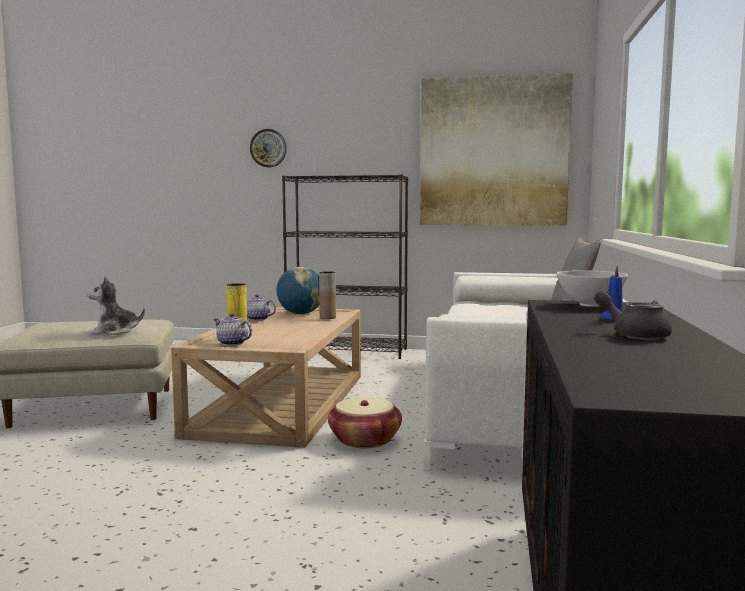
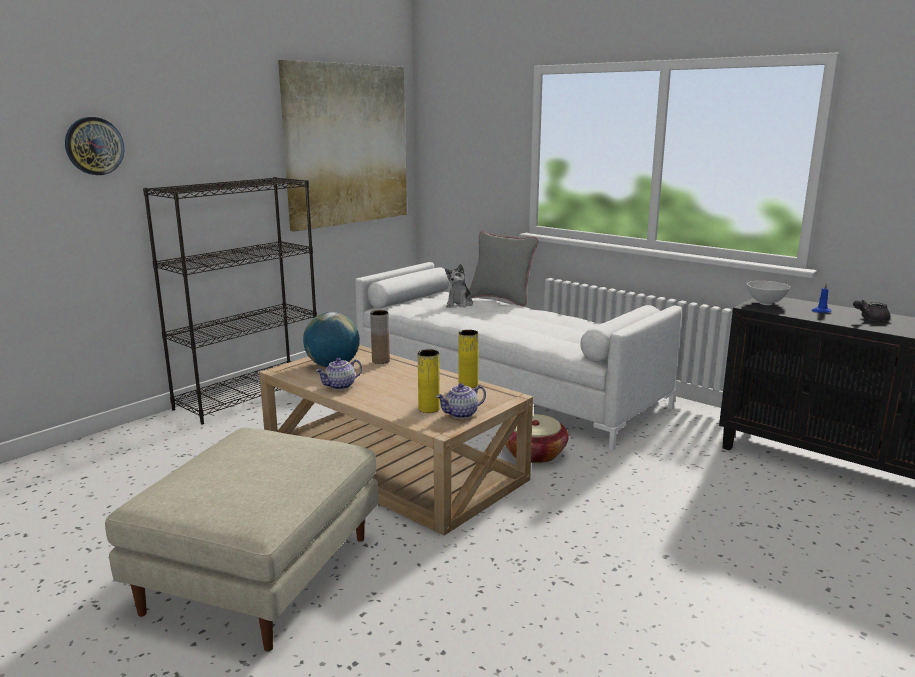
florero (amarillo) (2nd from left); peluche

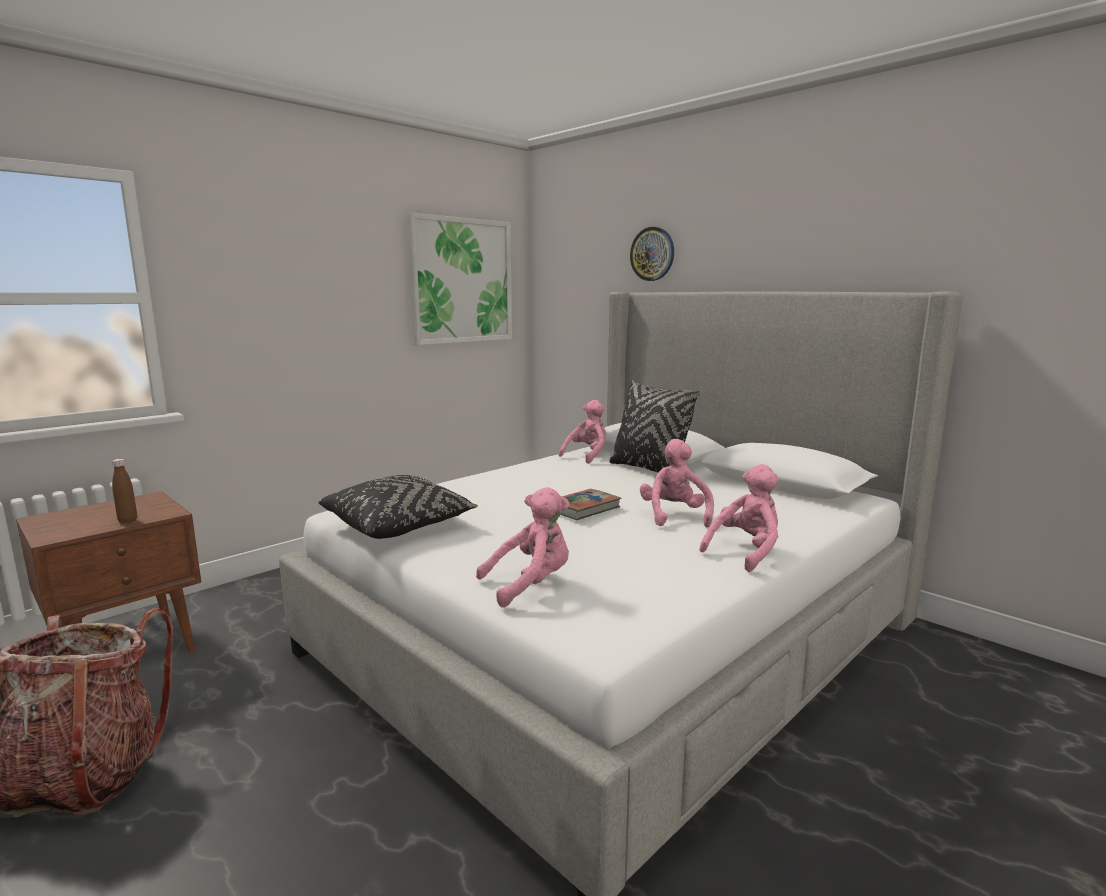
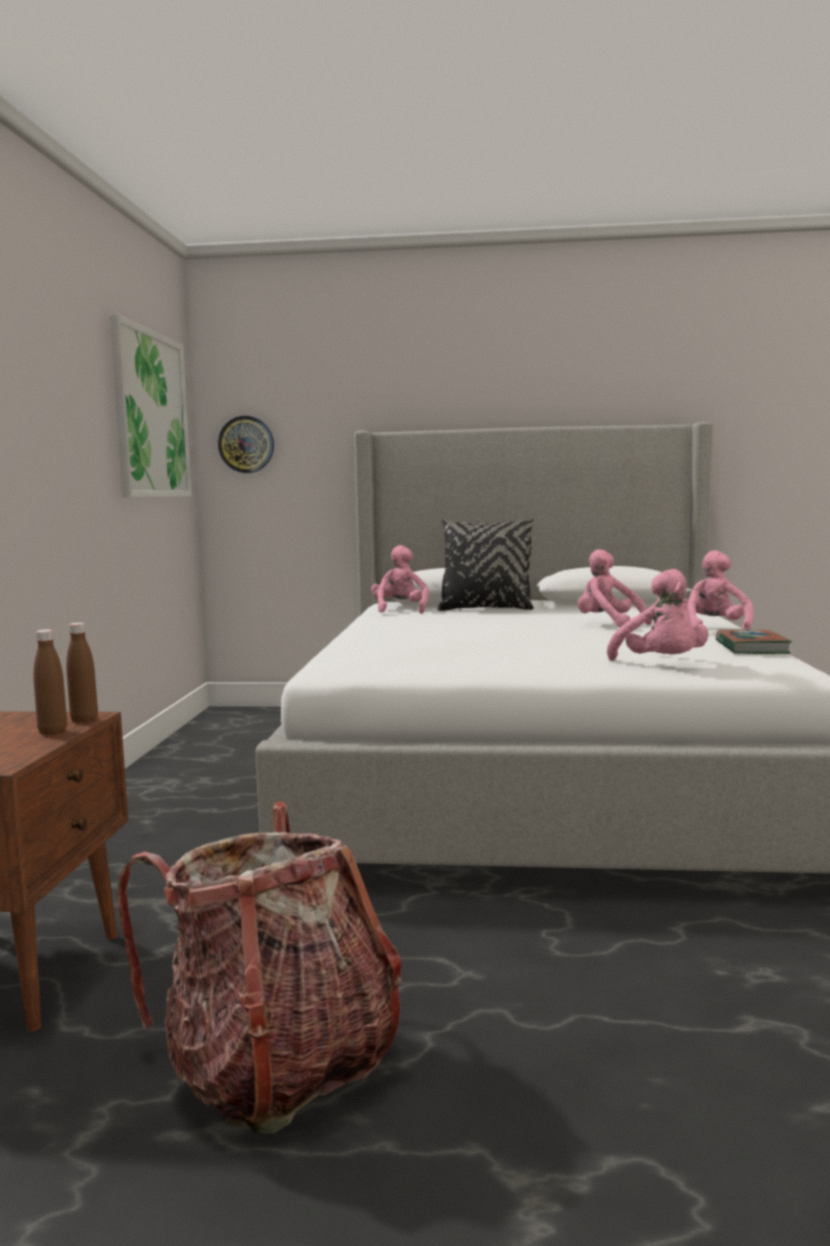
cojín (negro) (1st from left in the first image); botella (marrón) (2nd from left); libro; reloj de pared; peluche (rosa) (3rd from left)

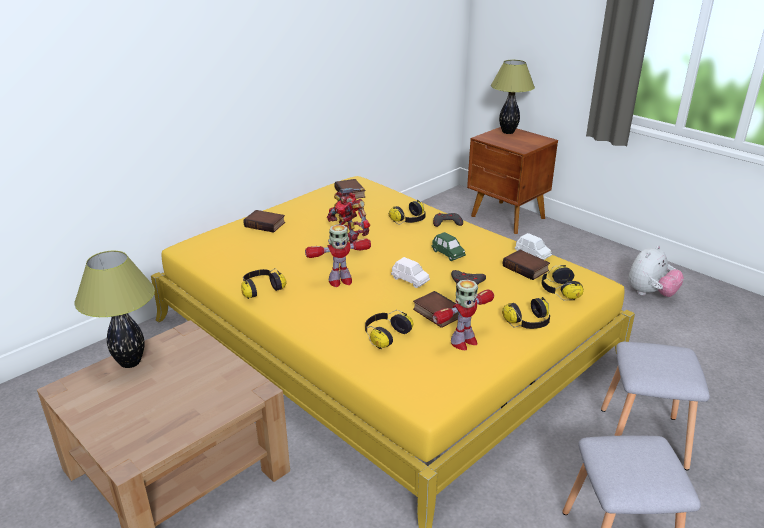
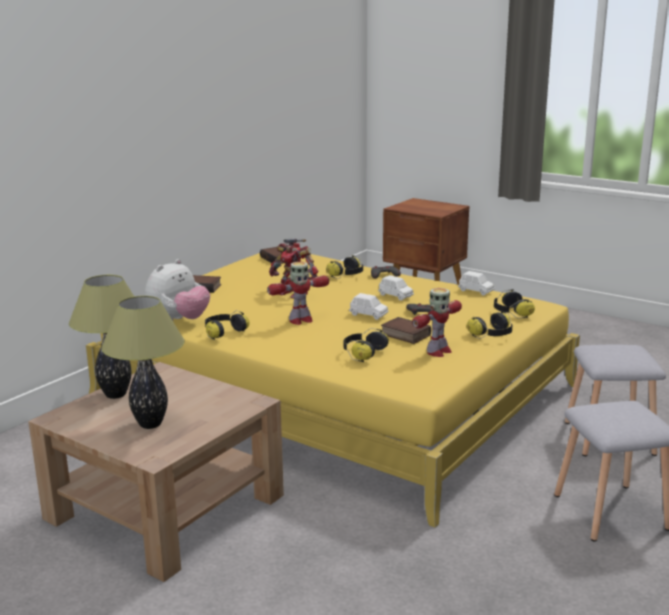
libro (4th from left in the first image); lámpara de mesa (2nd from left); peluche; coche de juguete (blanco) (2nd from left)

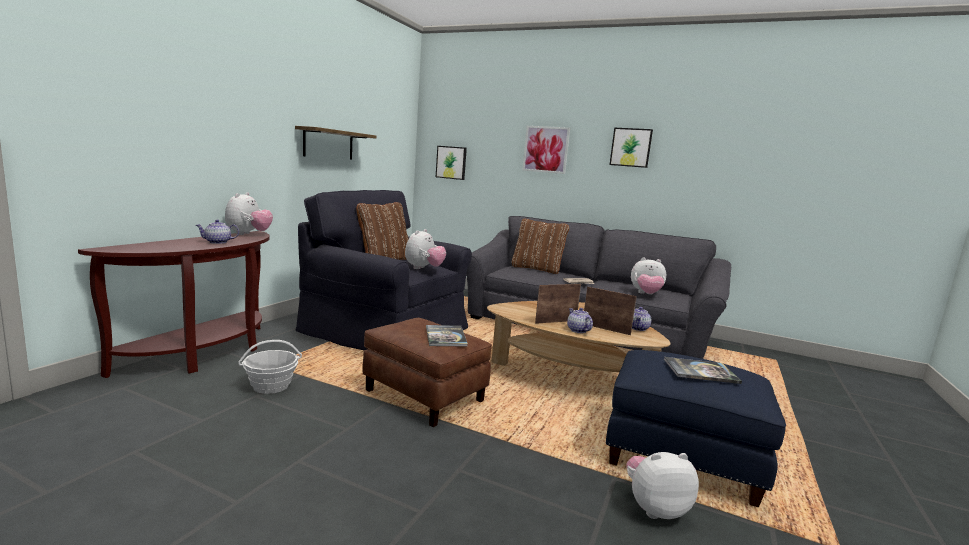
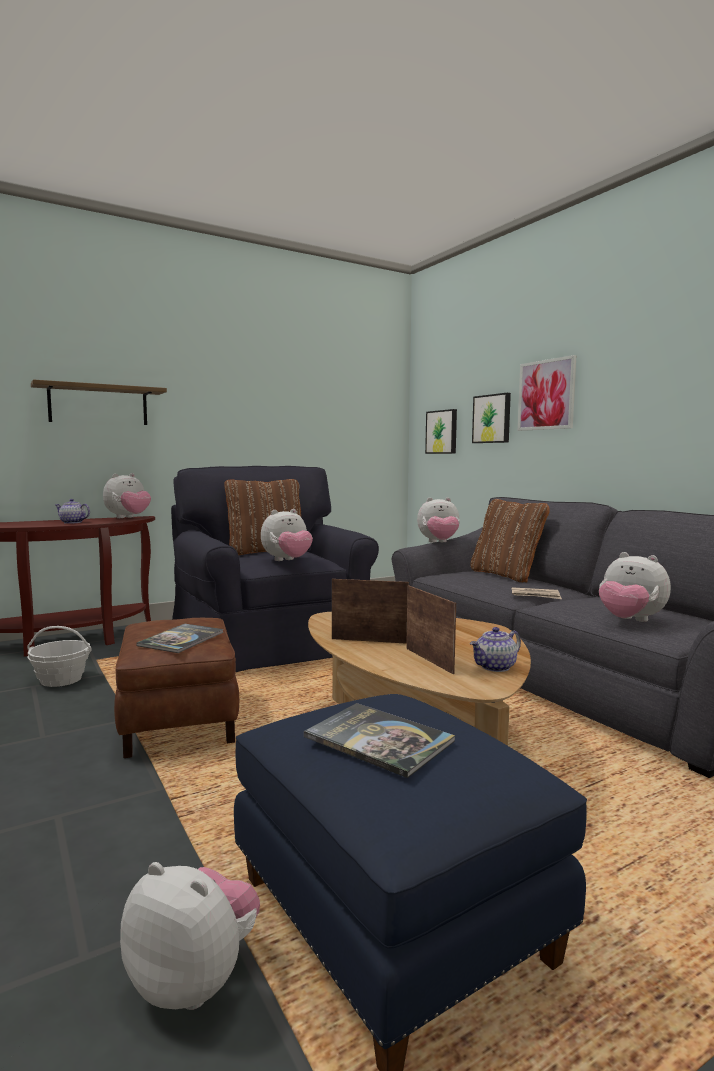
tetera (2nd from left in the first image); peluche (4th from left); estante; cuadro (2nd from left)

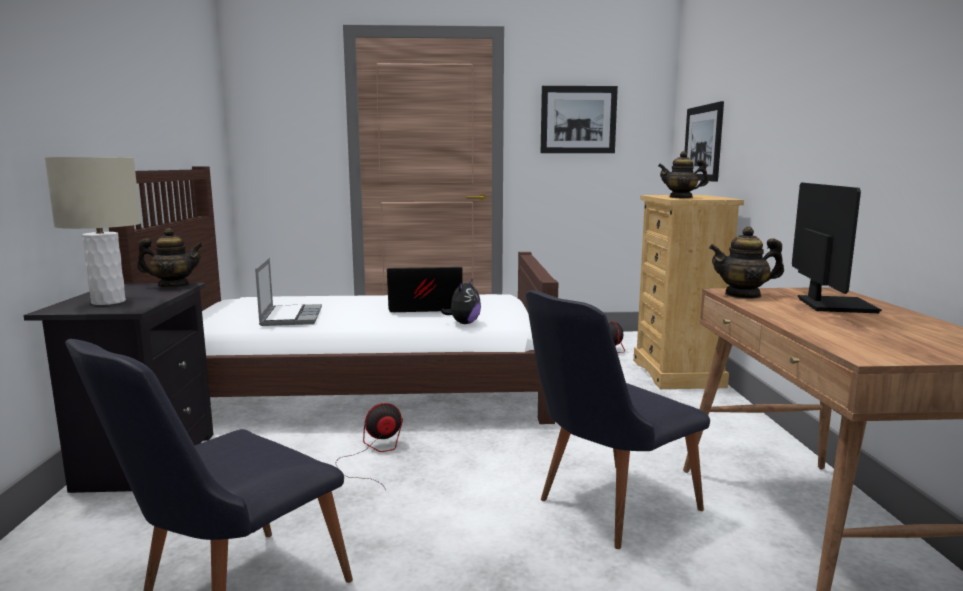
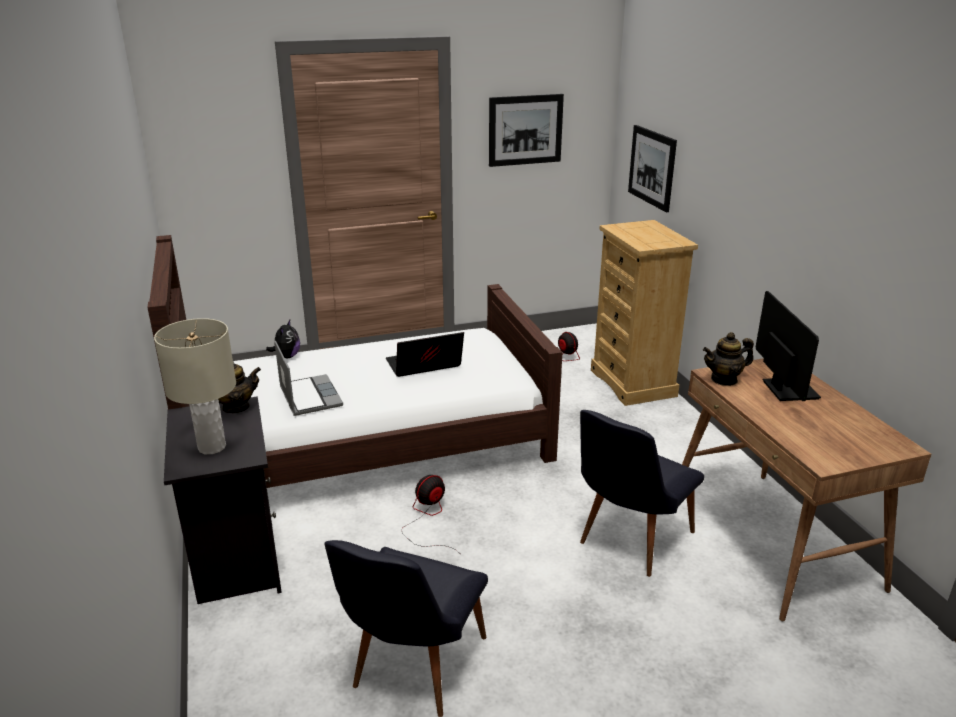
tetera (2nd from left in the first image); peluche

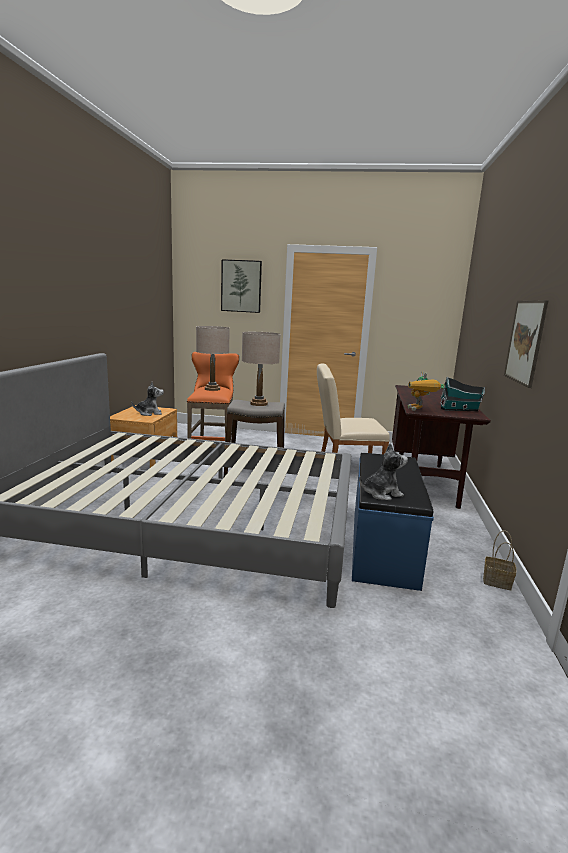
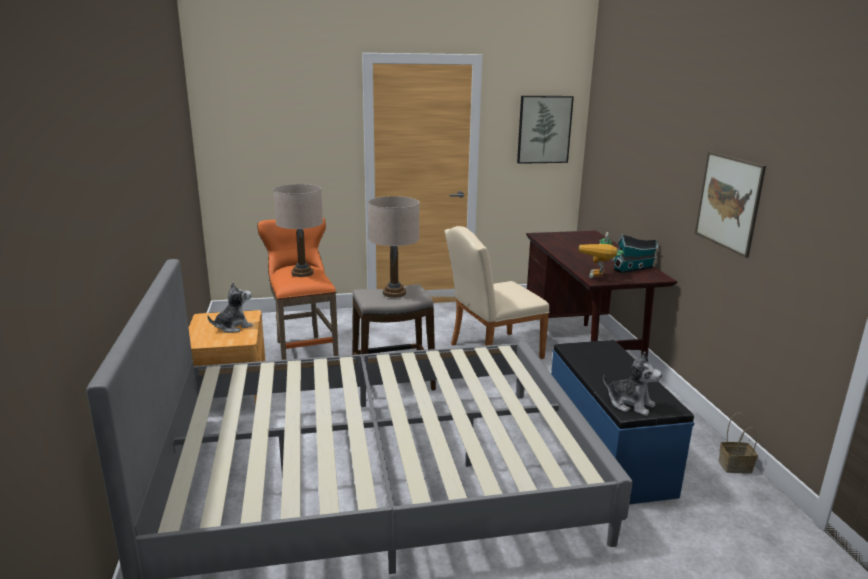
cuadro (1st from left); peluche (2nd from left); robot de juguete

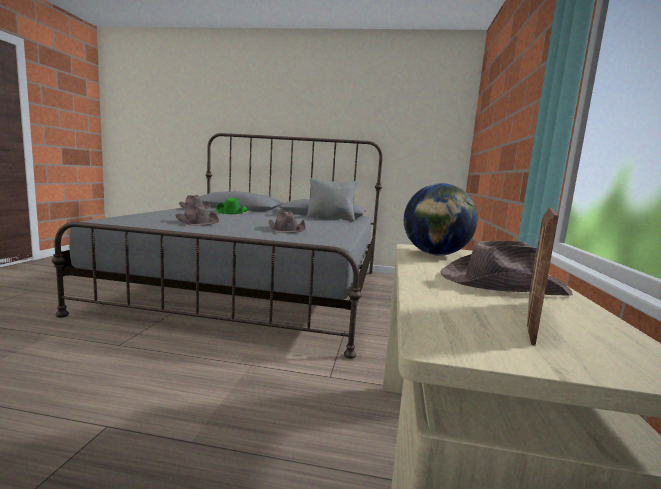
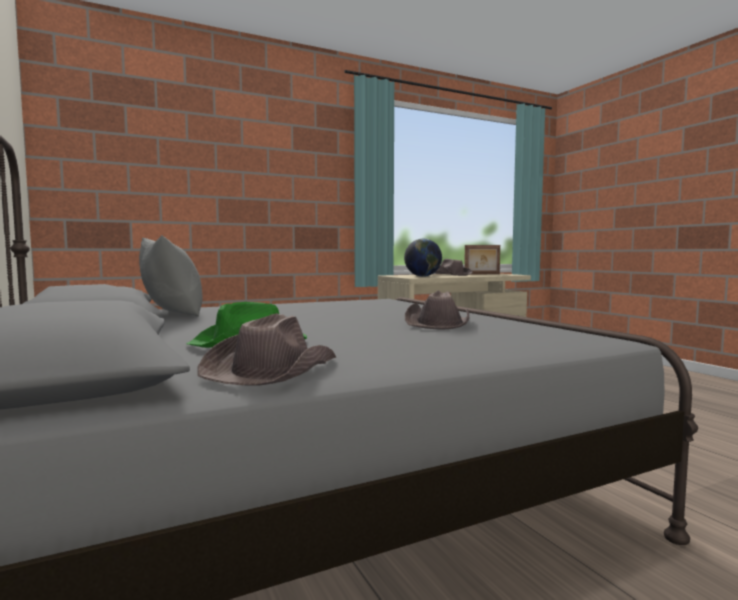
sombrero (marrón) (3rd from left in the first image)

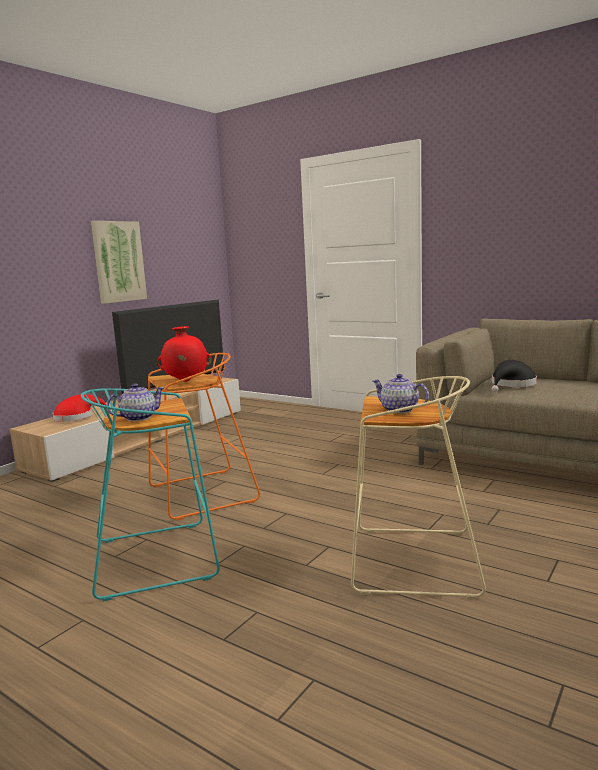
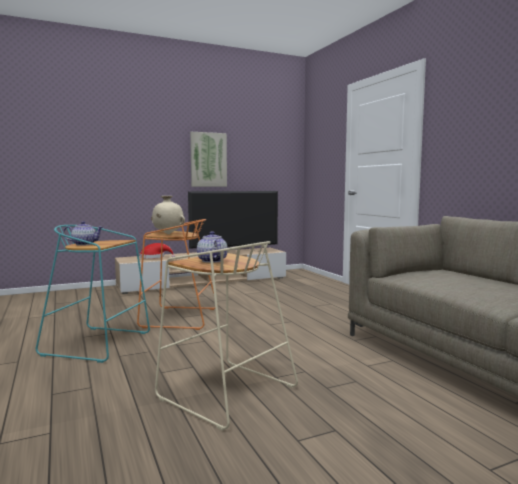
sombrero (negro); florero (beis)

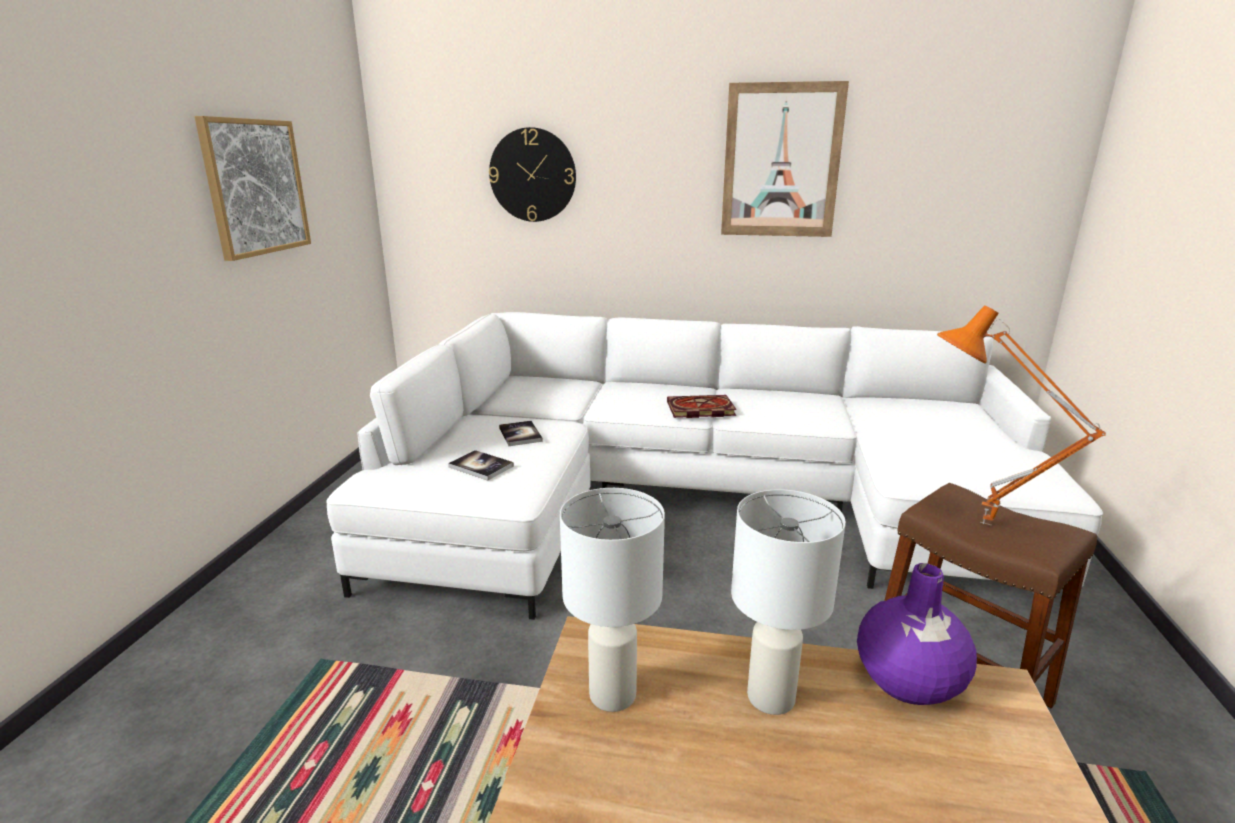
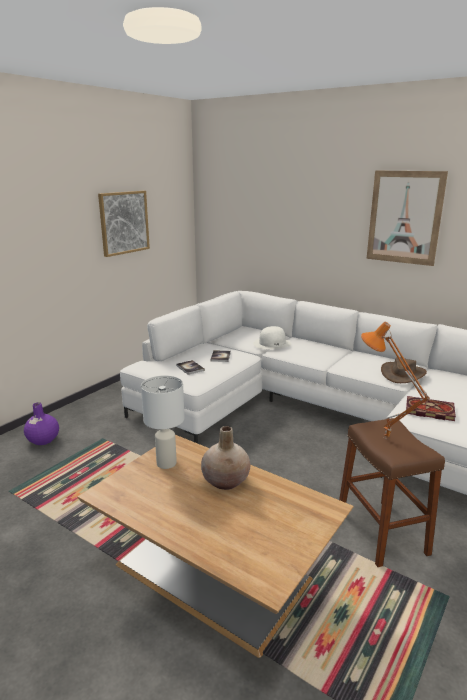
reloj de pared; sombrero (blanco); sombrero (marrón); libro (3rd from left); florero (morado); florero (beis)

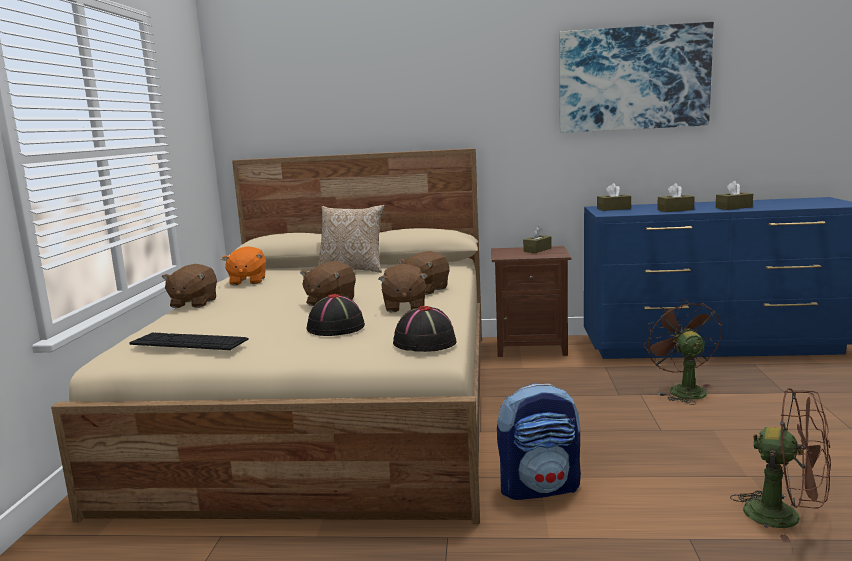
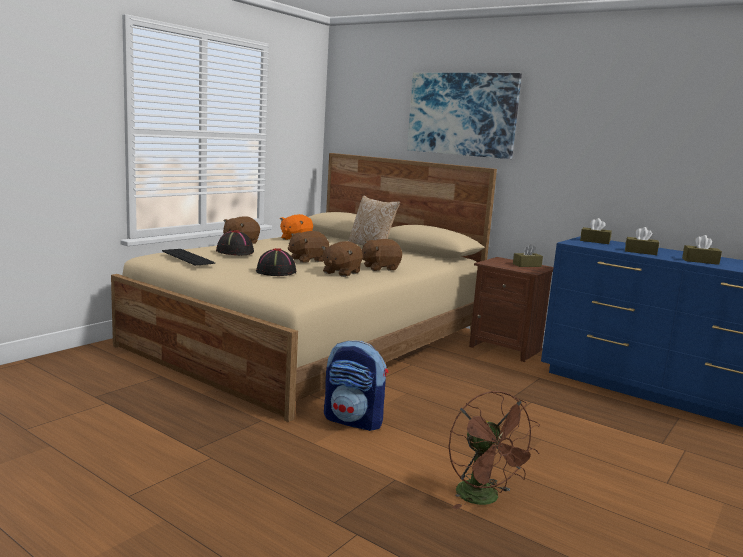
ventilador (marrón) (1st from left in the first image); sombrero (negro) (1st from left); cuadro

